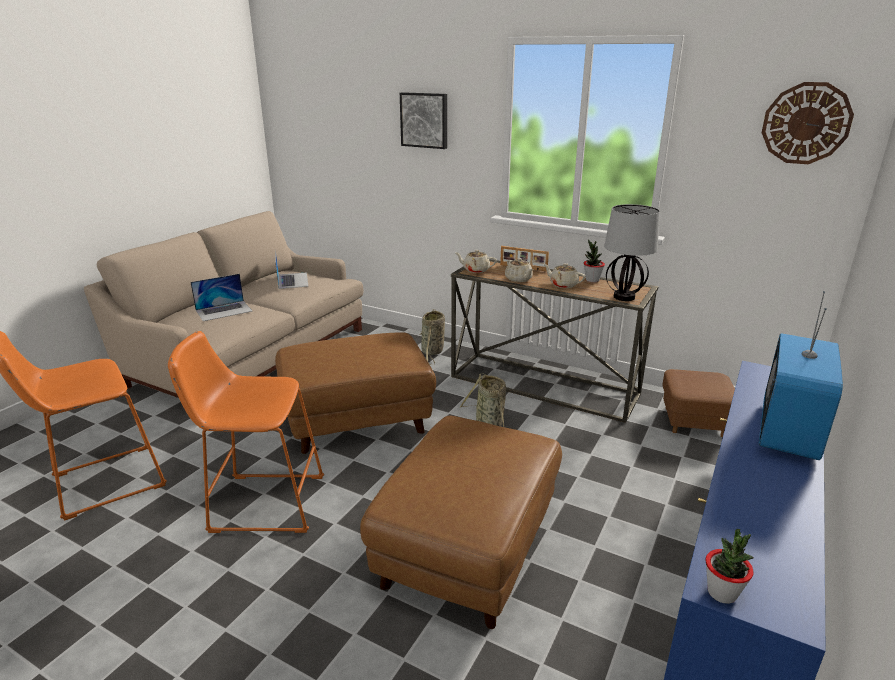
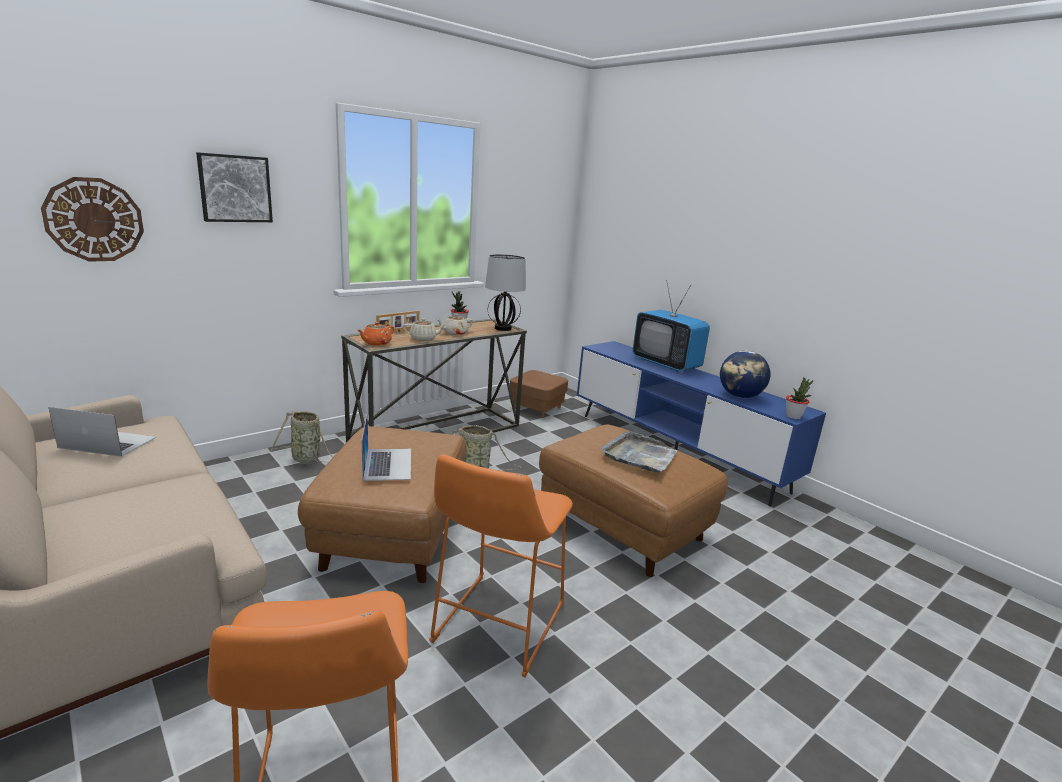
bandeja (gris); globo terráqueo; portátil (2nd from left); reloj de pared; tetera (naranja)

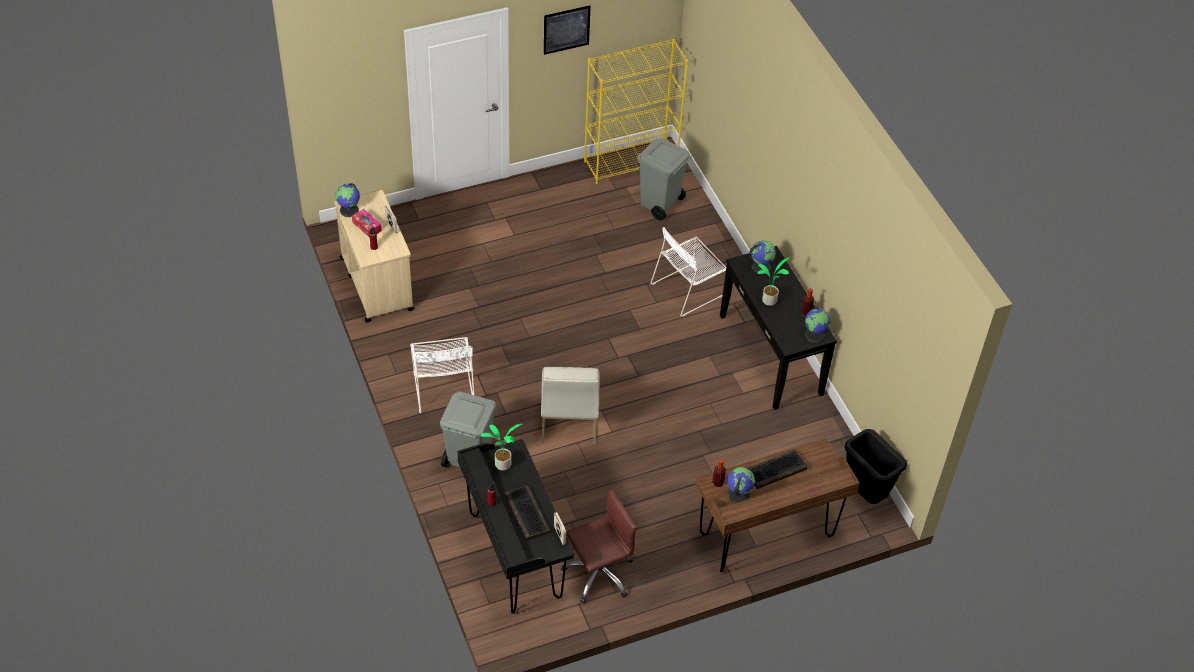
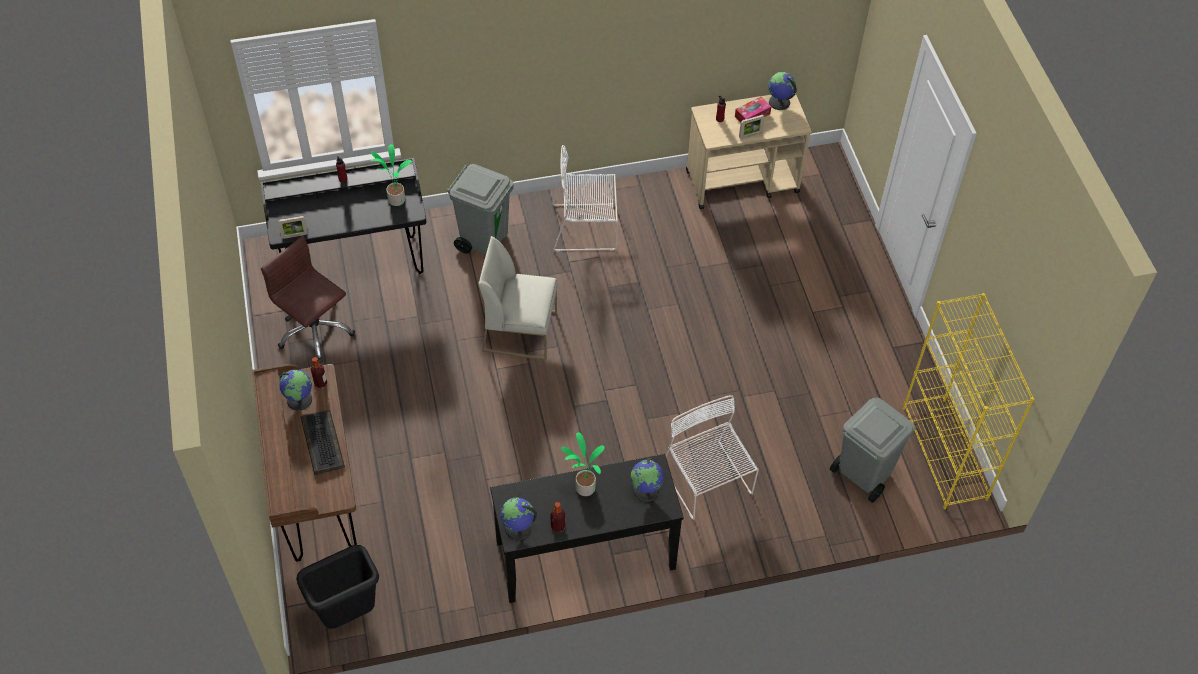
teclado (1st from left in the first image); cuadro; silla de oficina (marrón)

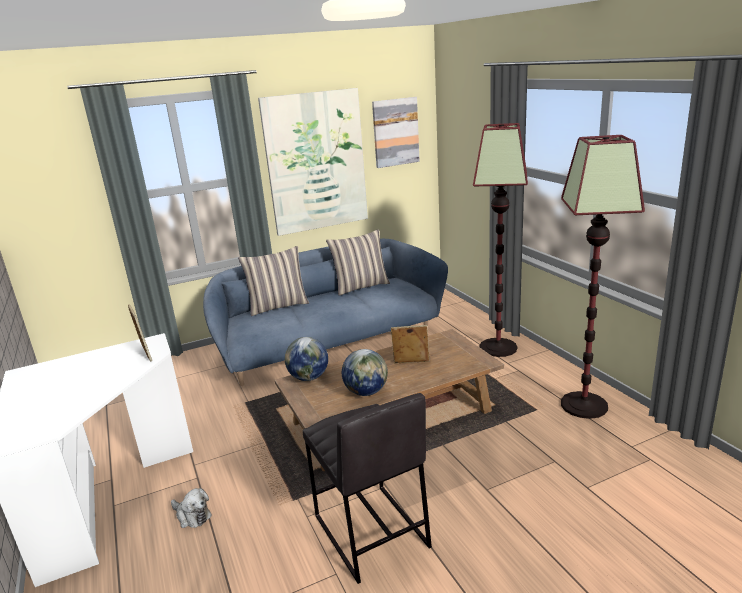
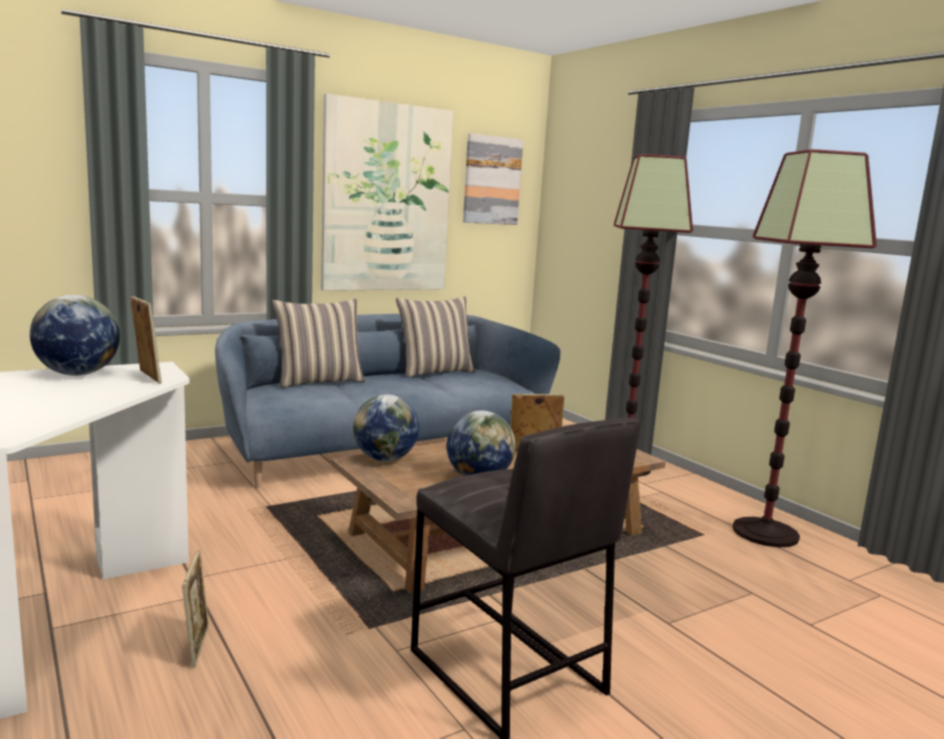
globo terráqueo (1st from left); portarretratos (2nd from left)

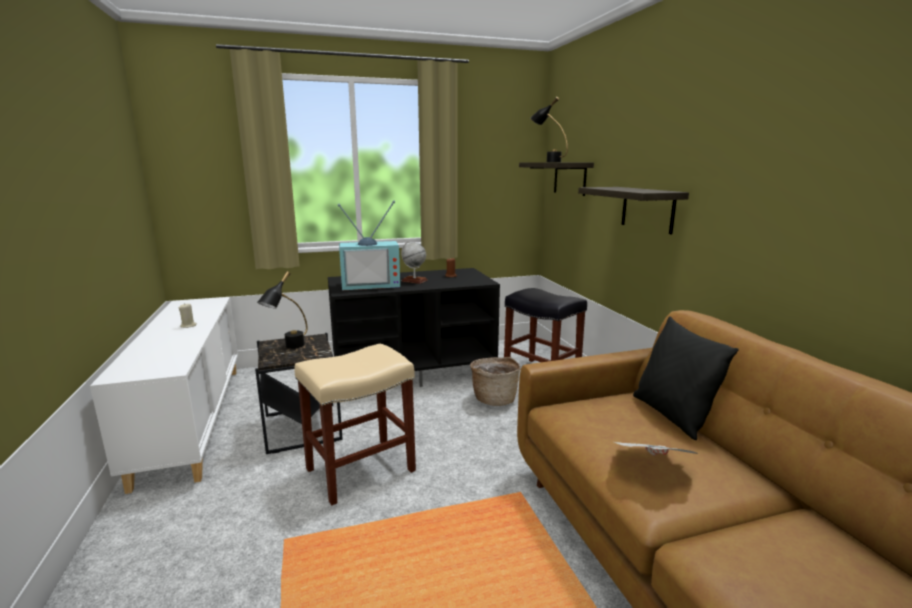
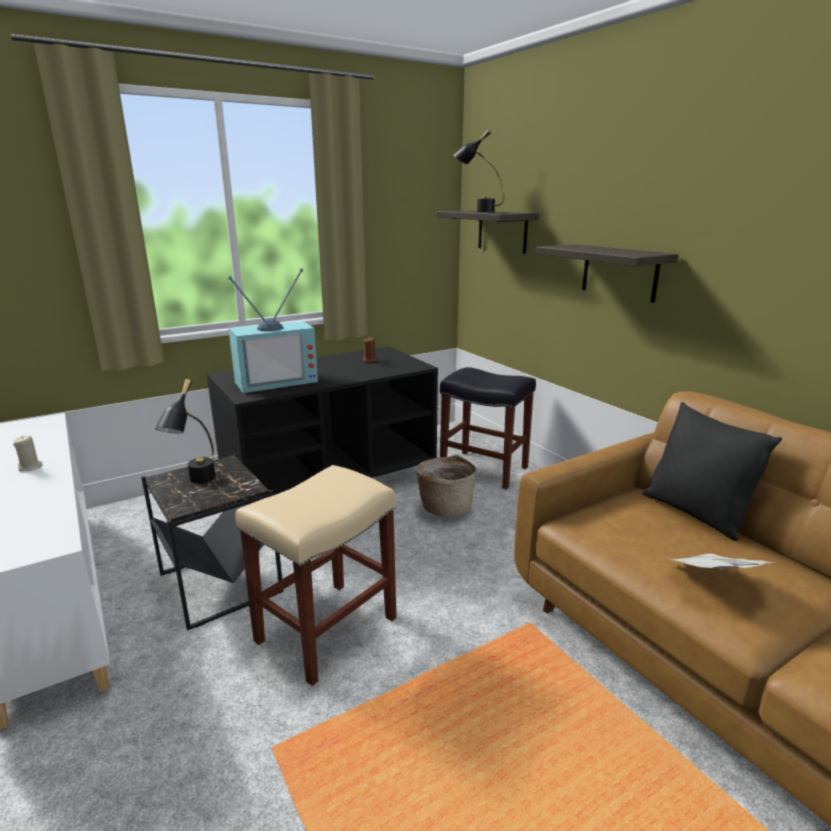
globo terráqueo

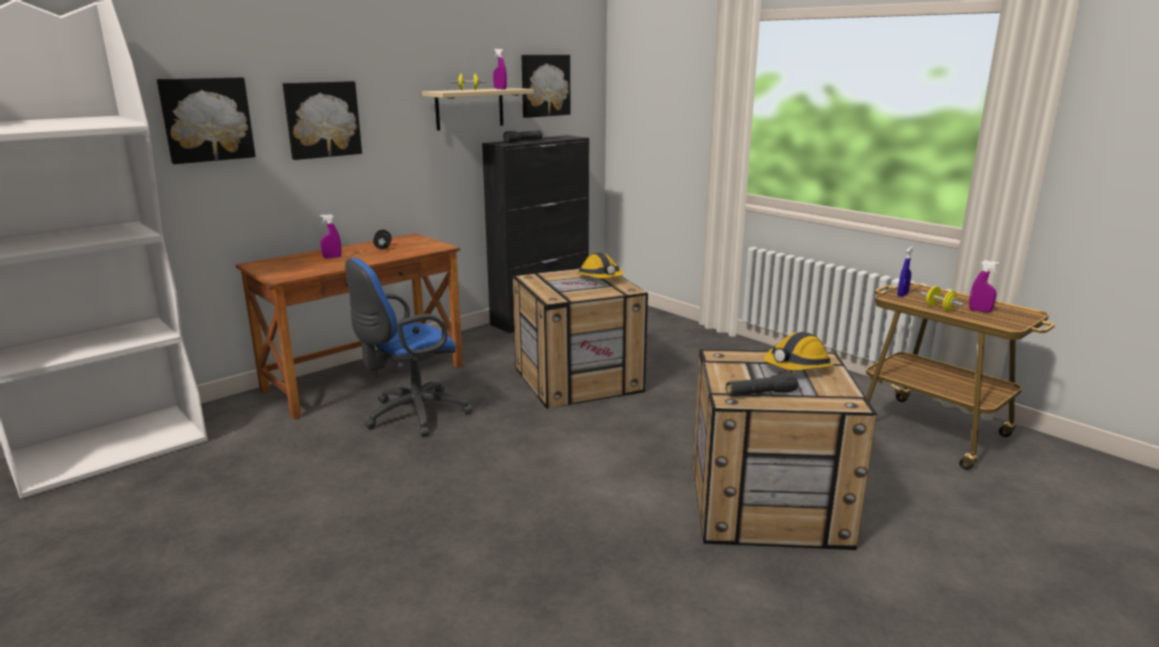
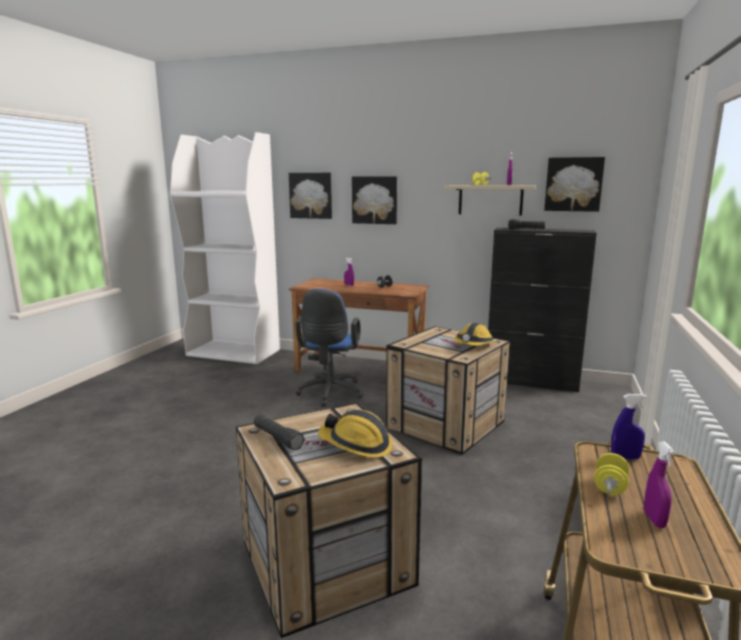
silla de oficina (azul)

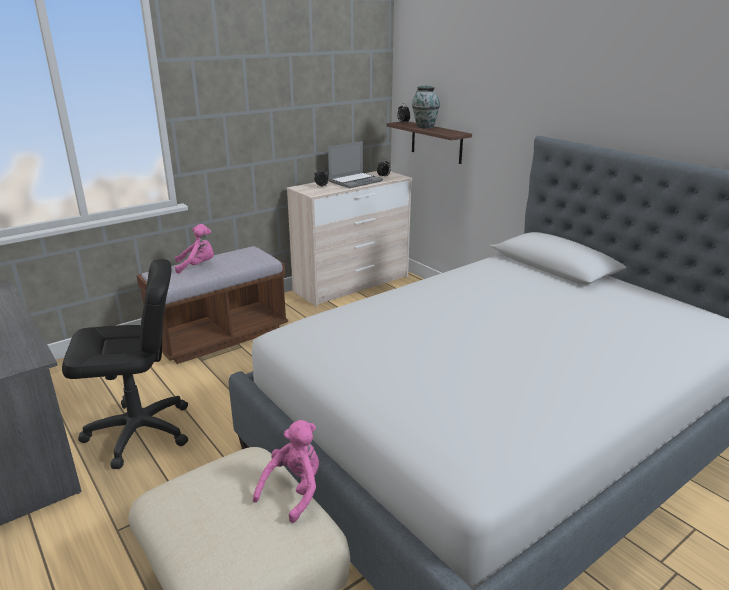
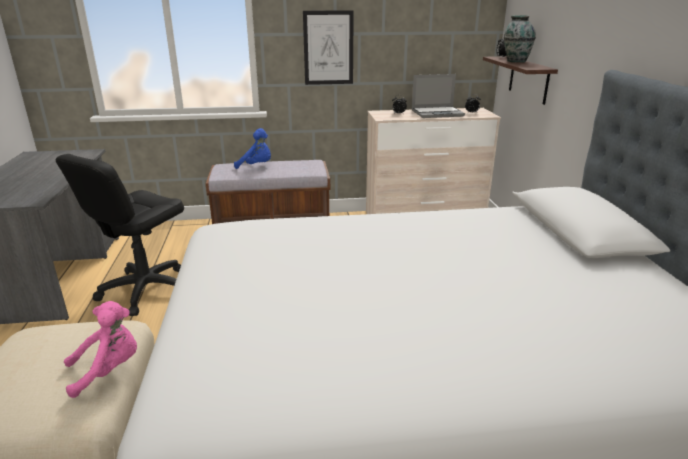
cuadro; peluche (azul); silla de oficina (negro)

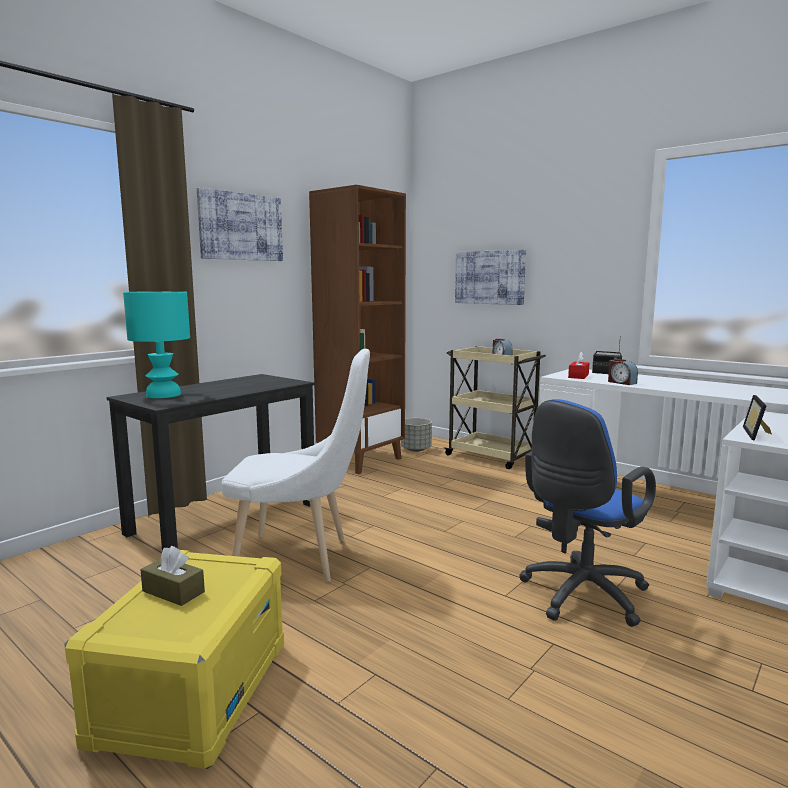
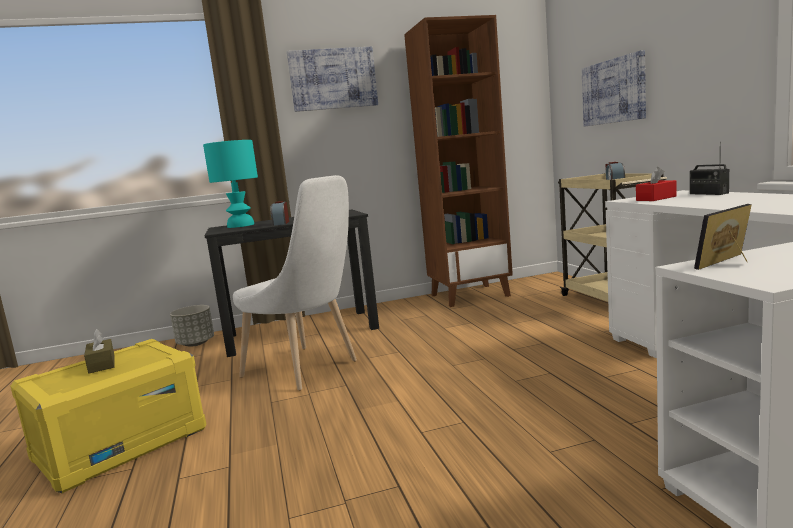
silla de oficina (azul); maceta (gris); despertador (1st from left)

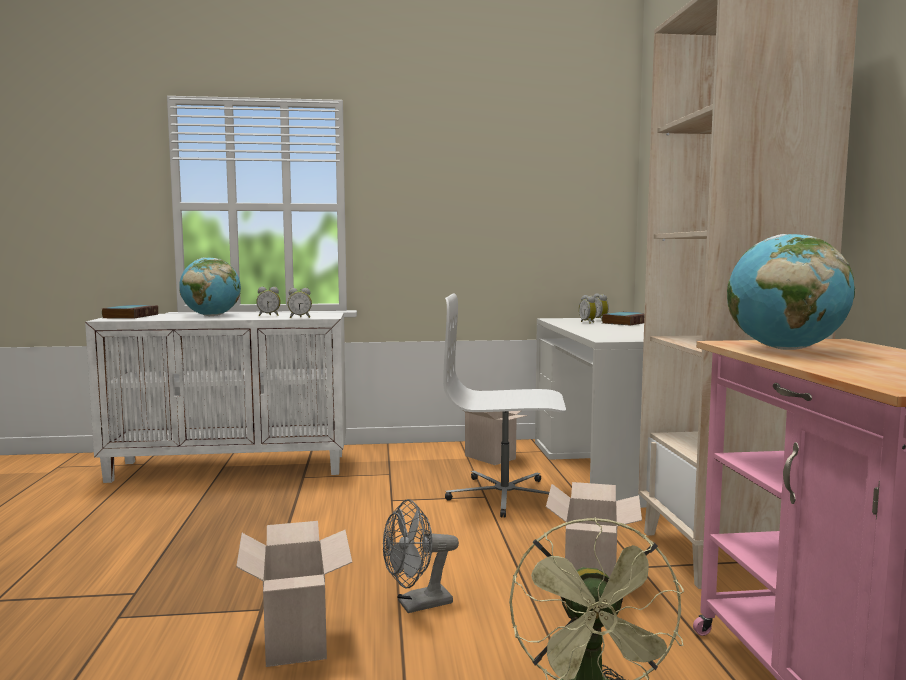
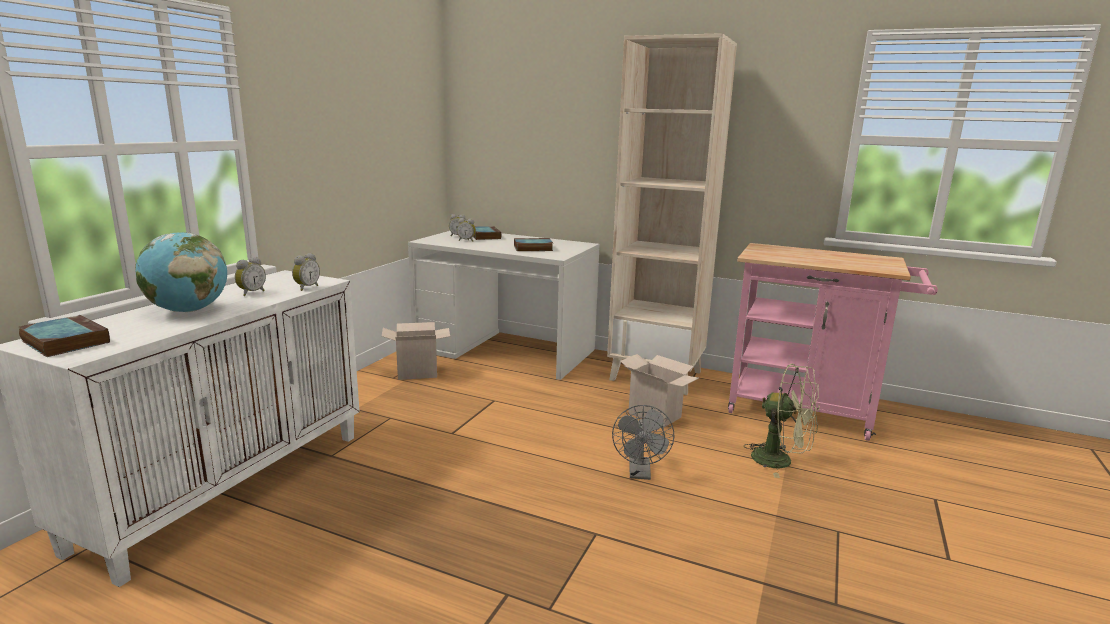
caja de cartón (1st from left in the first image); silla de oficina (blanco); globo terráqueo (2nd from left in the first image); libro (3rd from left)

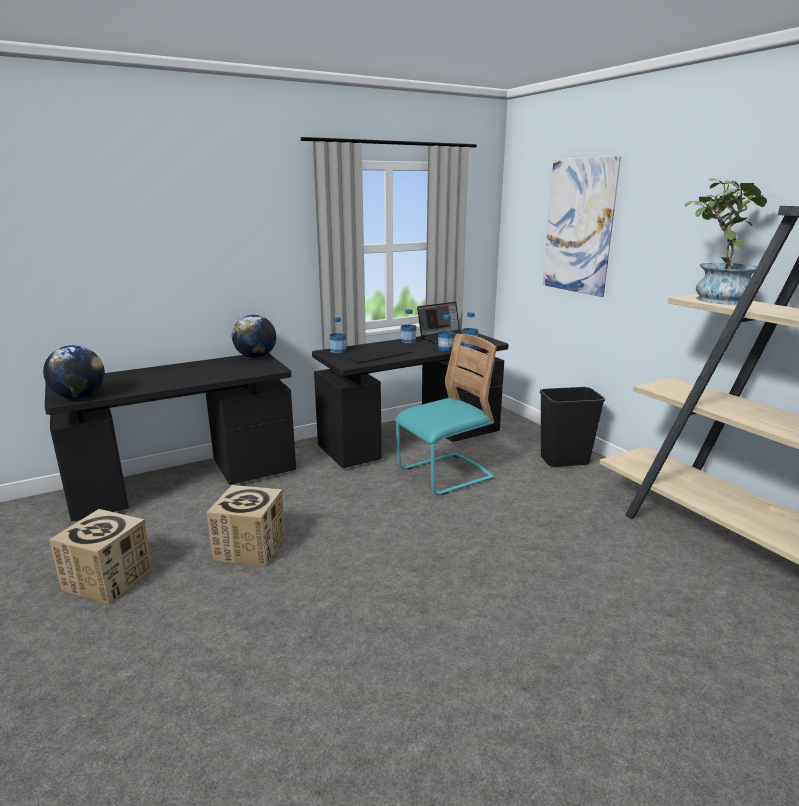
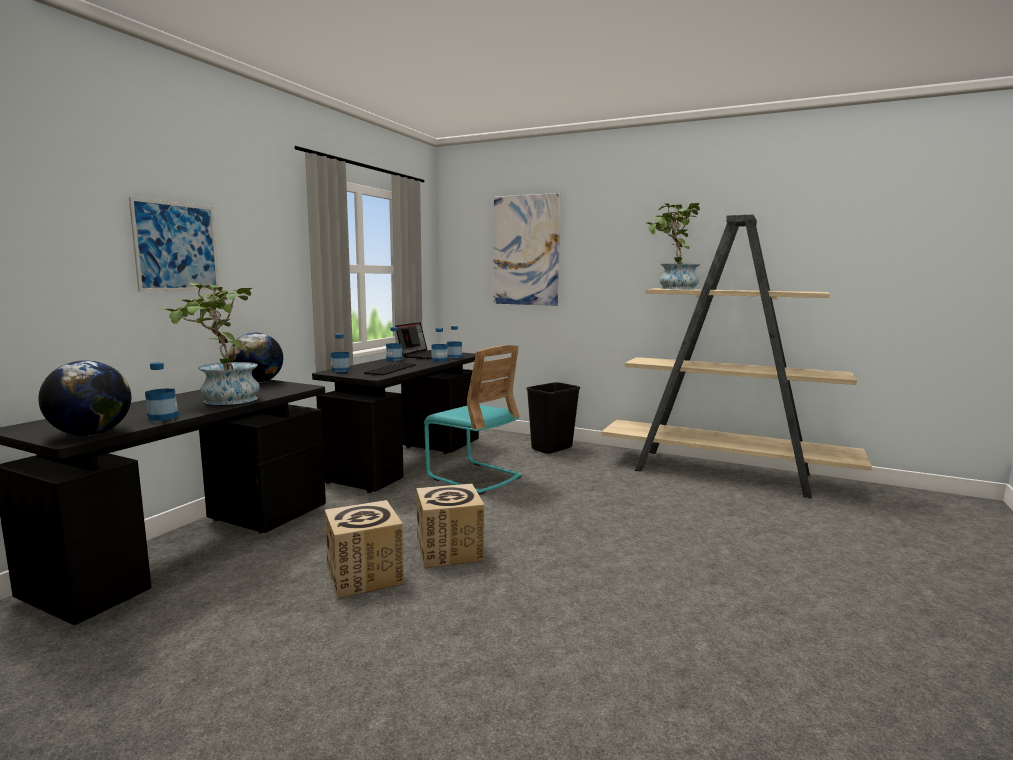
cuadro (1st from left); botella (1st from left); planta en maceta (1st from left); caja de cartón (2nd from left); silla (turquesa)

